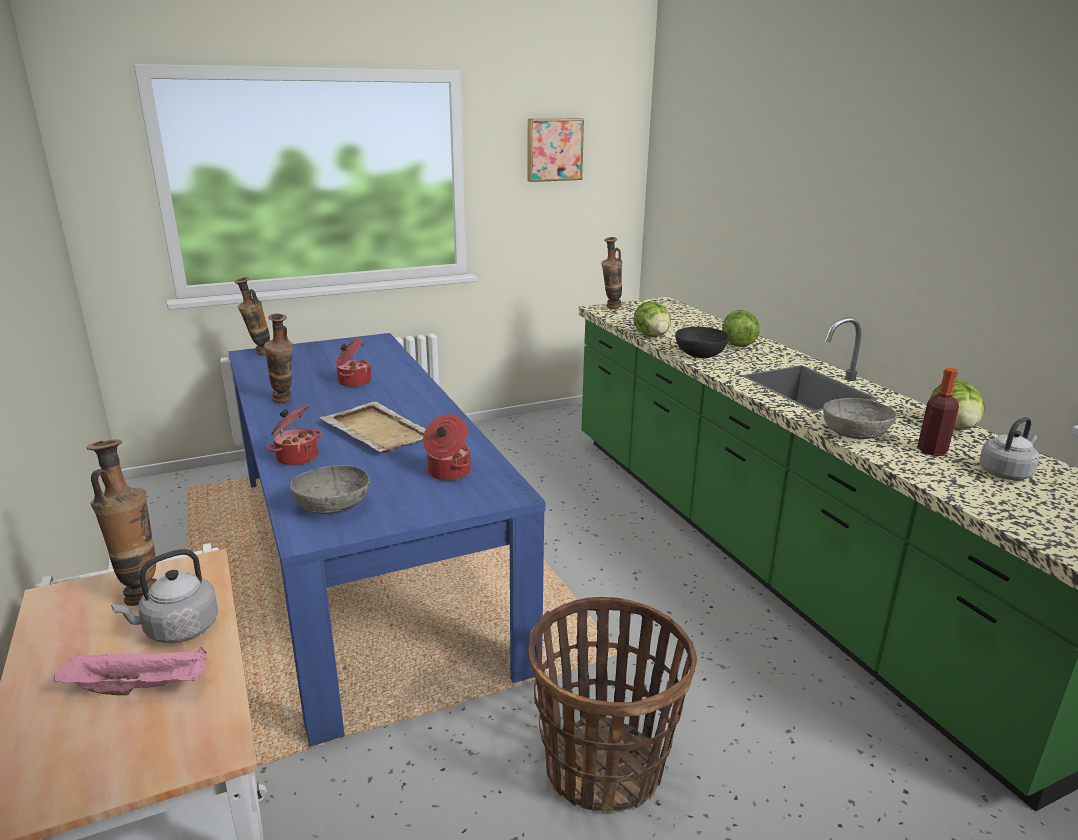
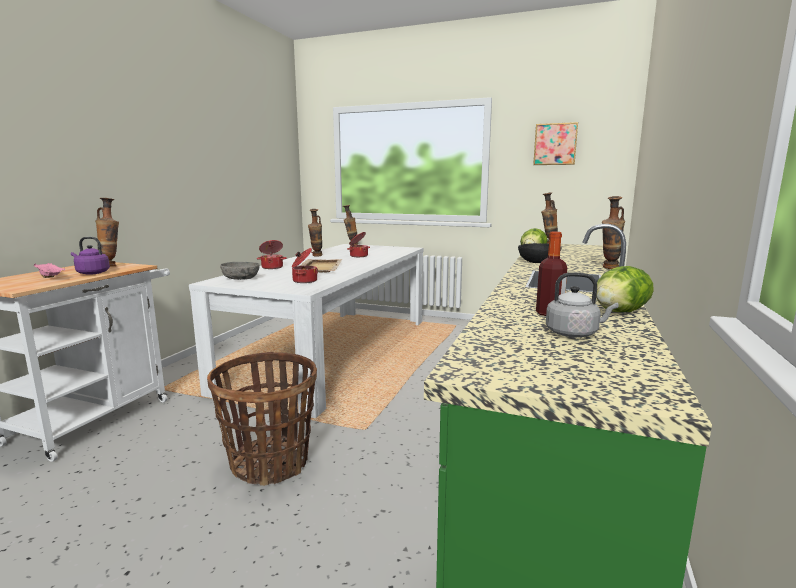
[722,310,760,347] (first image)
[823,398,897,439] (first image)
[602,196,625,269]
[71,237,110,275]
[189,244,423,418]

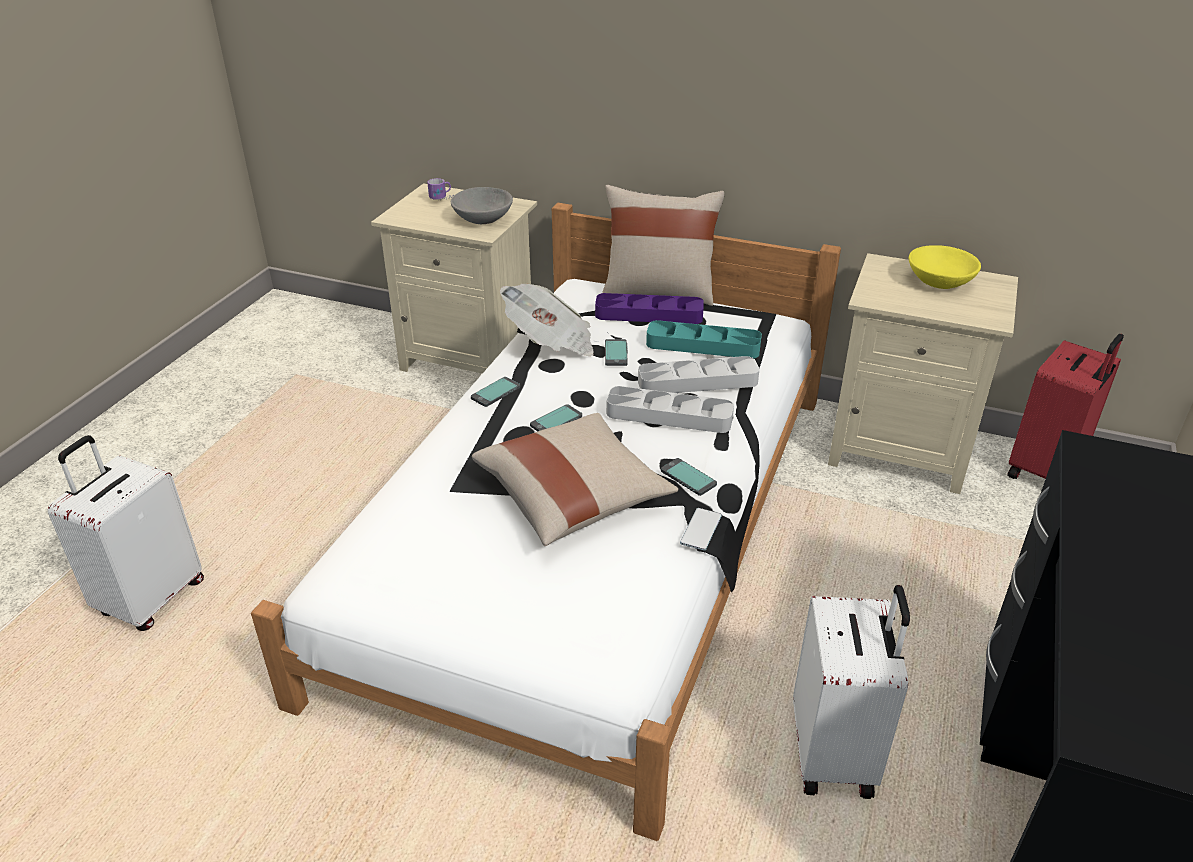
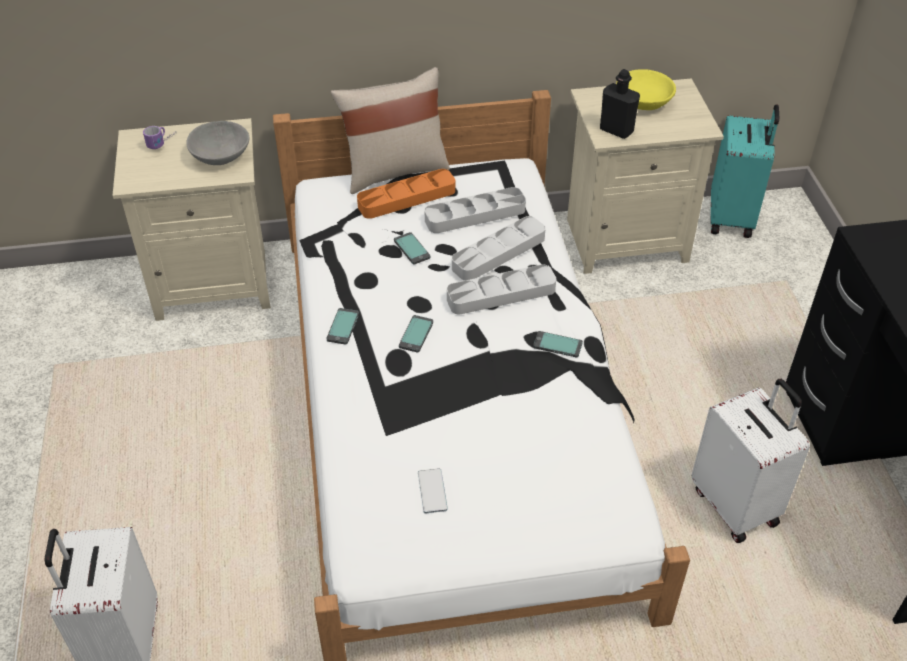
[472,413,678,546] (first image)
[500,284,594,356] (first image)
[600,69,640,139]
[418,468,448,513]
[357,169,455,219]
[425,187,526,233]
[711,104,779,238]

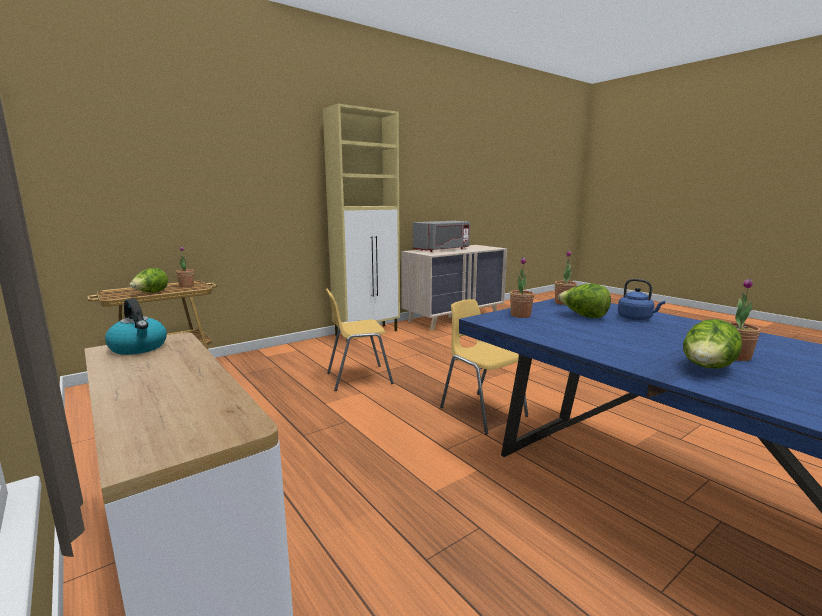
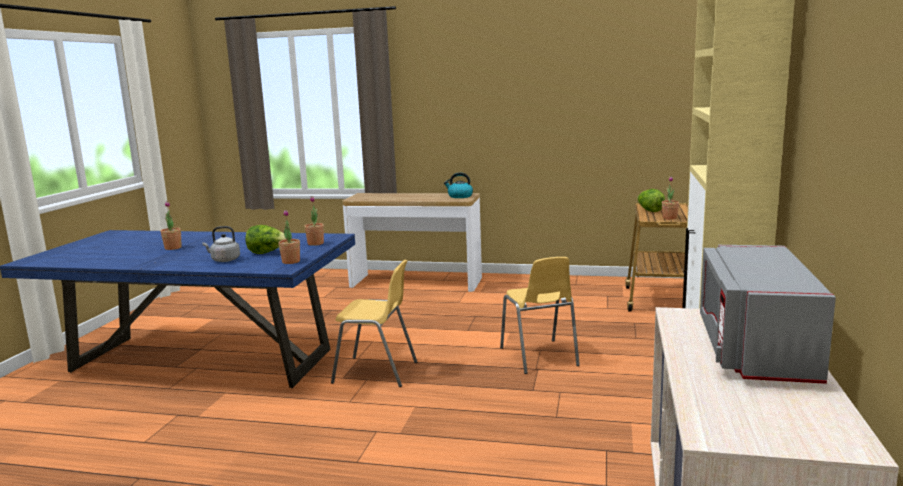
[683,319,742,368] (first image)
[202,226,240,262]
[500,257,580,374]

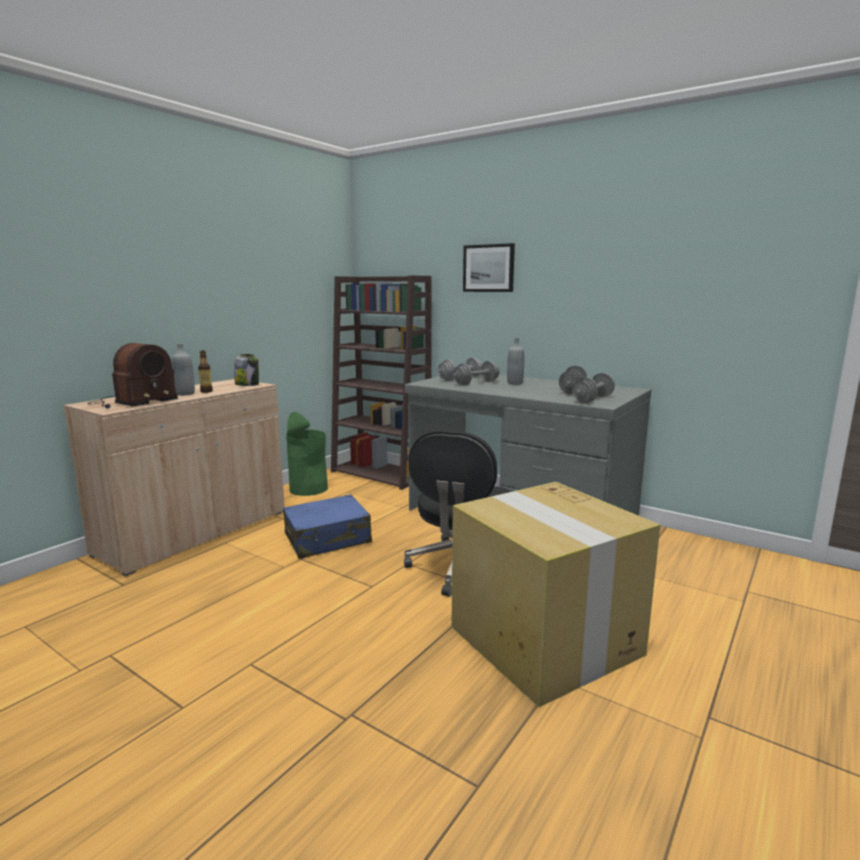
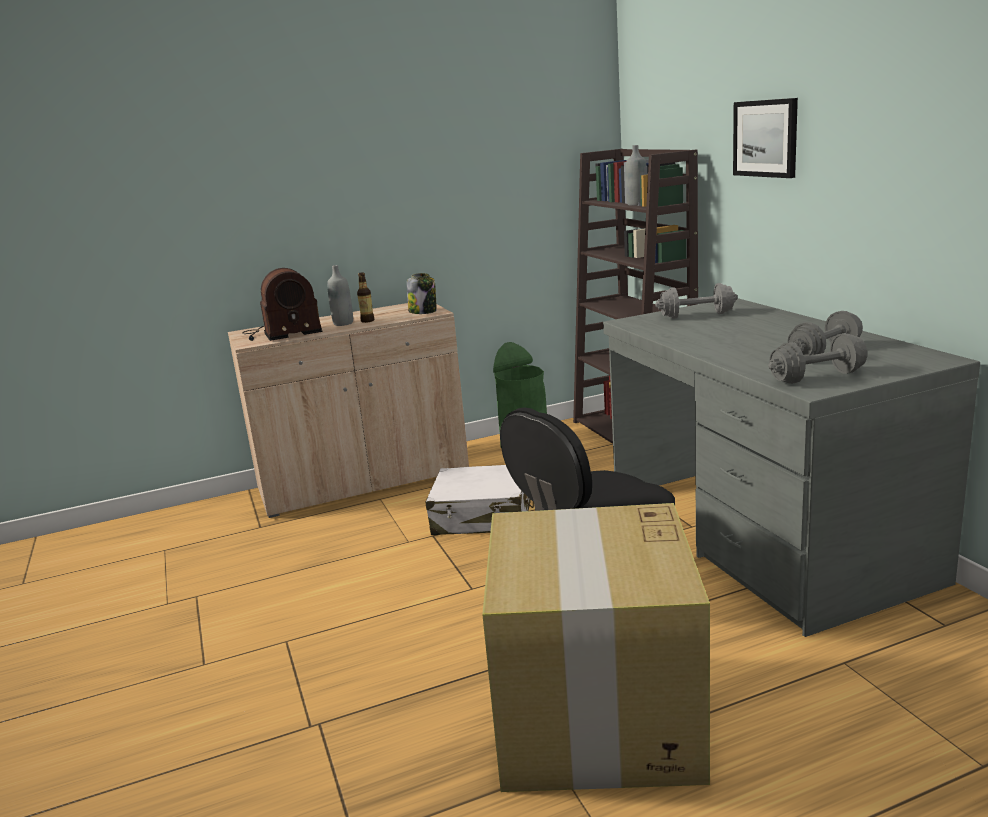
[453,361,499,385] (first image)
[625,145,647,206]
[426,465,534,535]

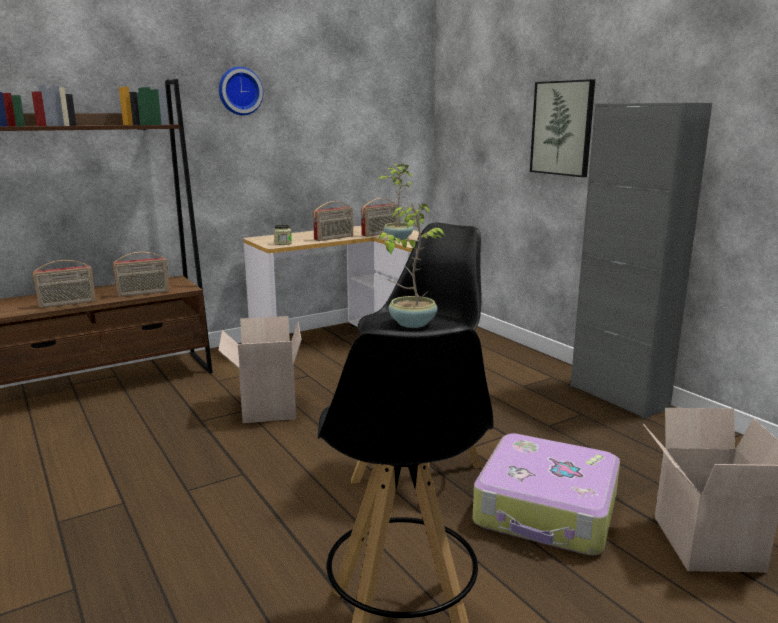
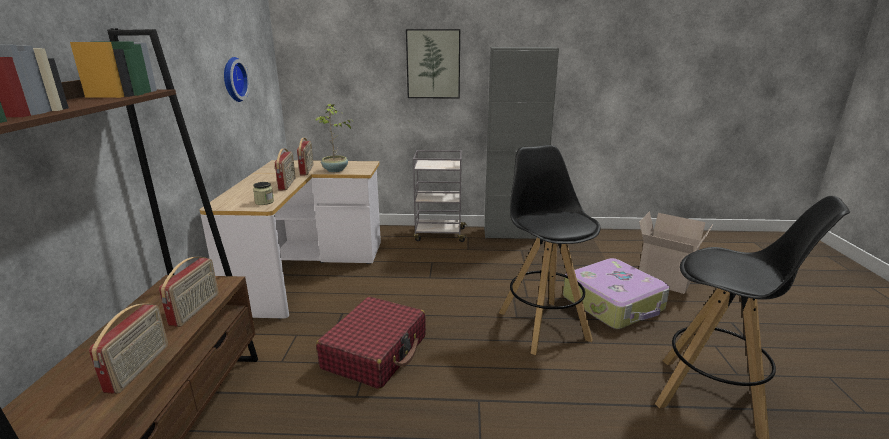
[379,202,445,328] (first image)
[413,150,467,242]
[224,57,250,102]
[316,297,426,389]

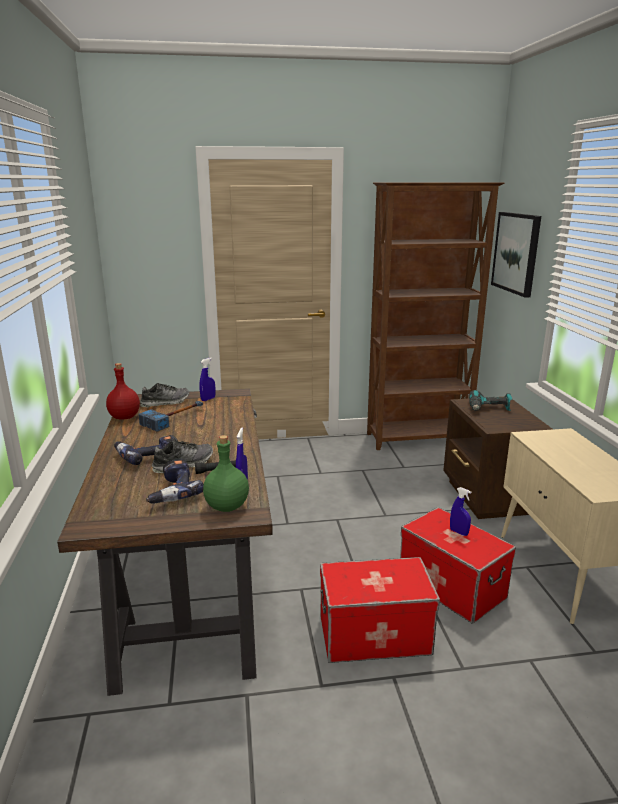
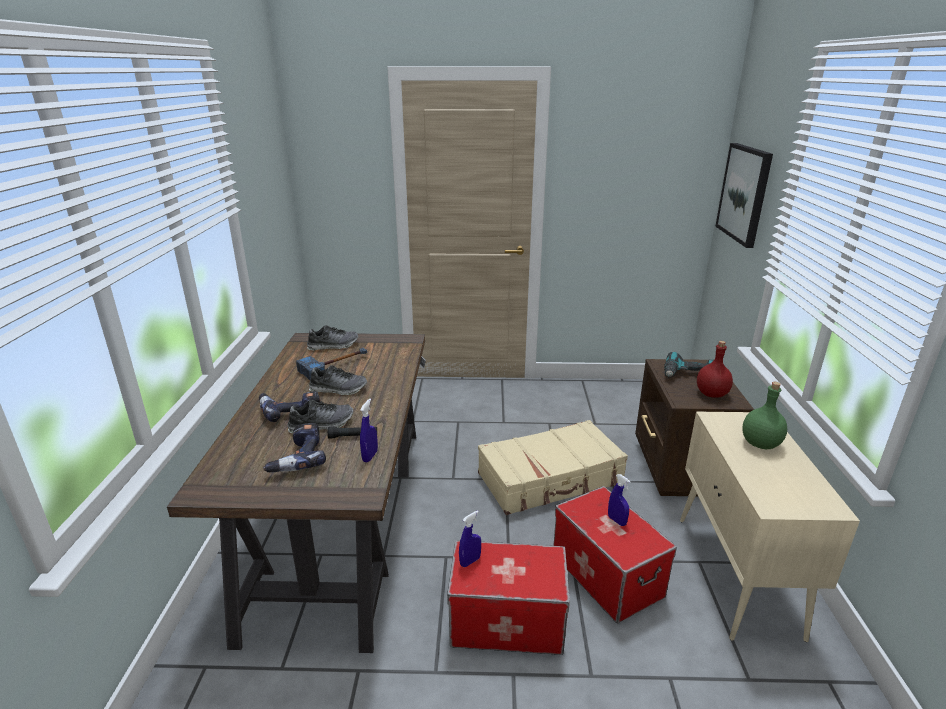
[367,182,504,450] (first image)
[309,365,367,395]
[478,420,628,515]
[697,341,733,398]
[459,510,481,567]
[742,382,787,449]

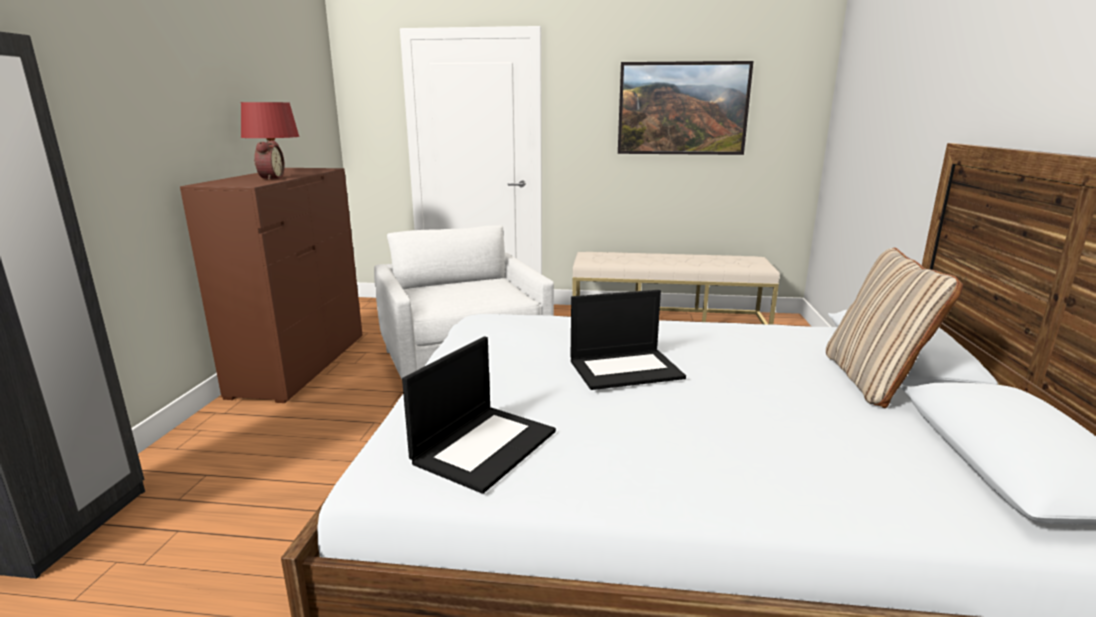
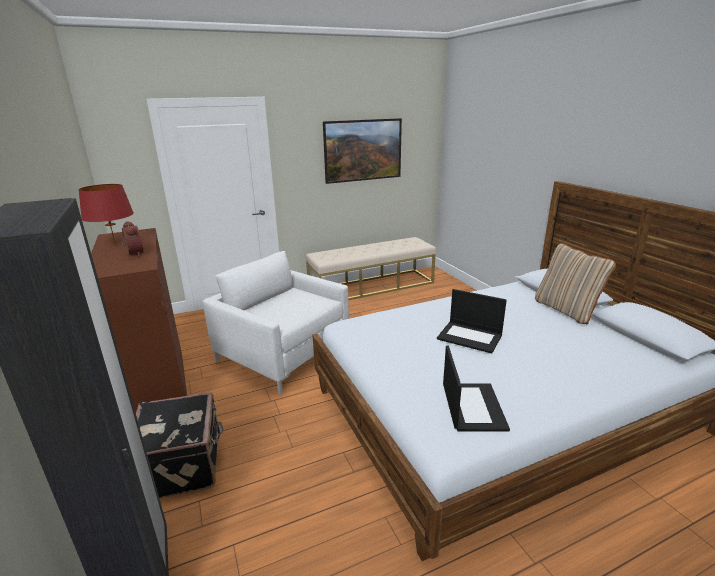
[136,392,224,498]
[437,289,507,354]

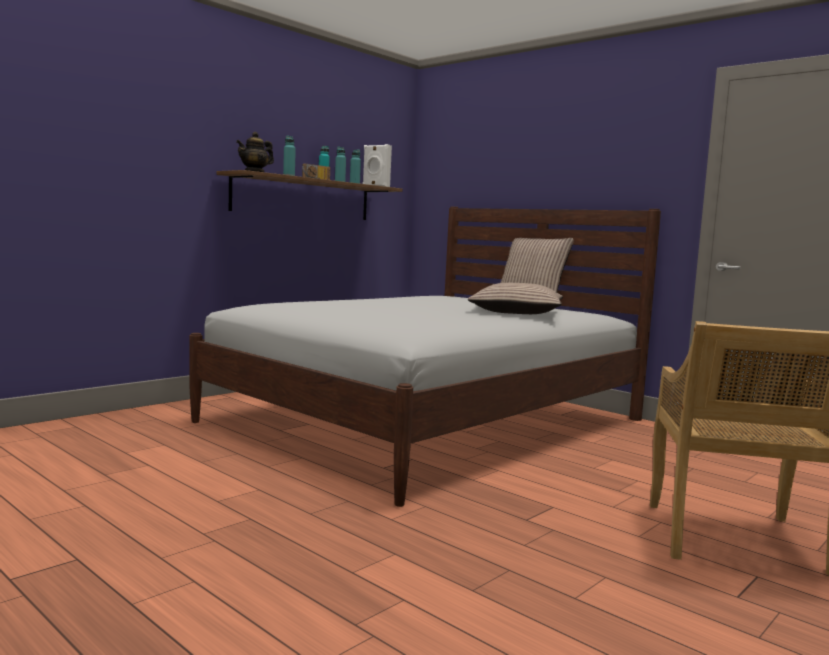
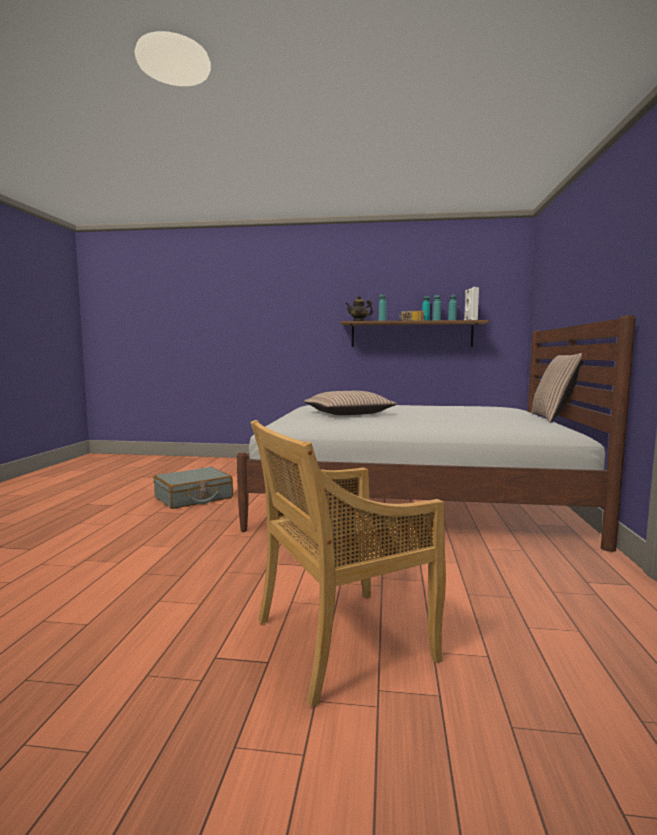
[153,467,233,509]
[304,391,397,415]

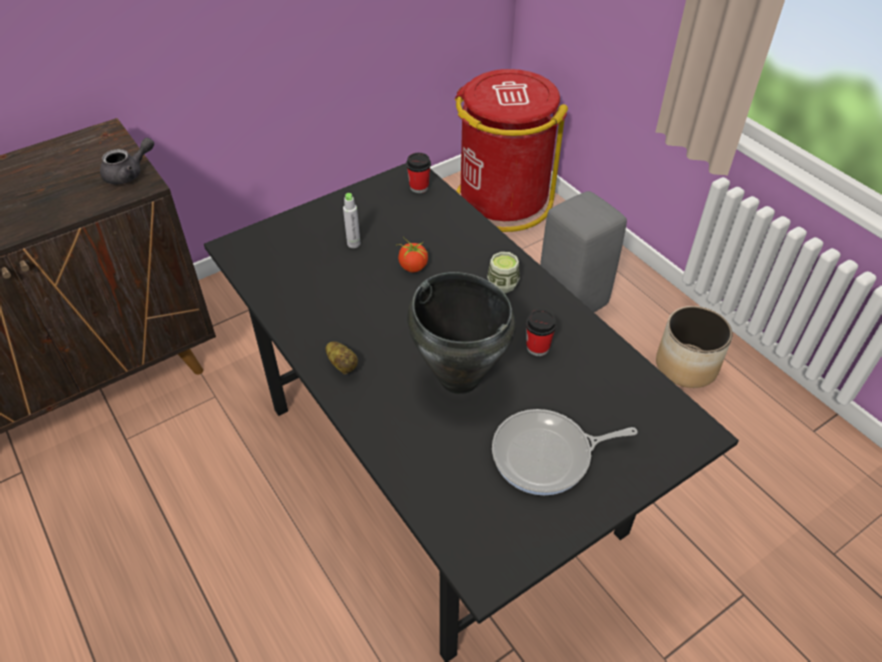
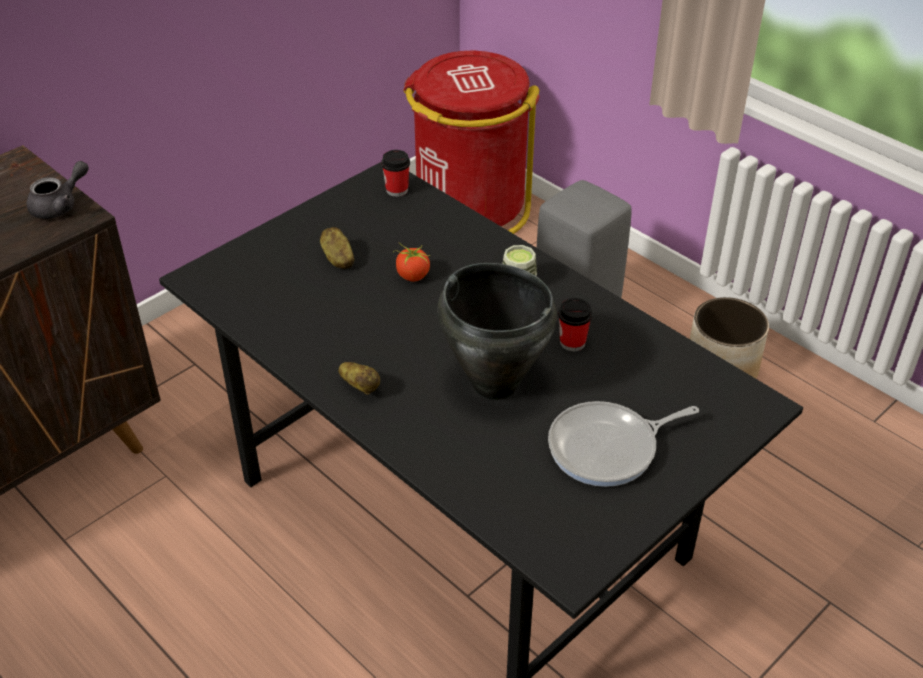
[320,227,354,269]

